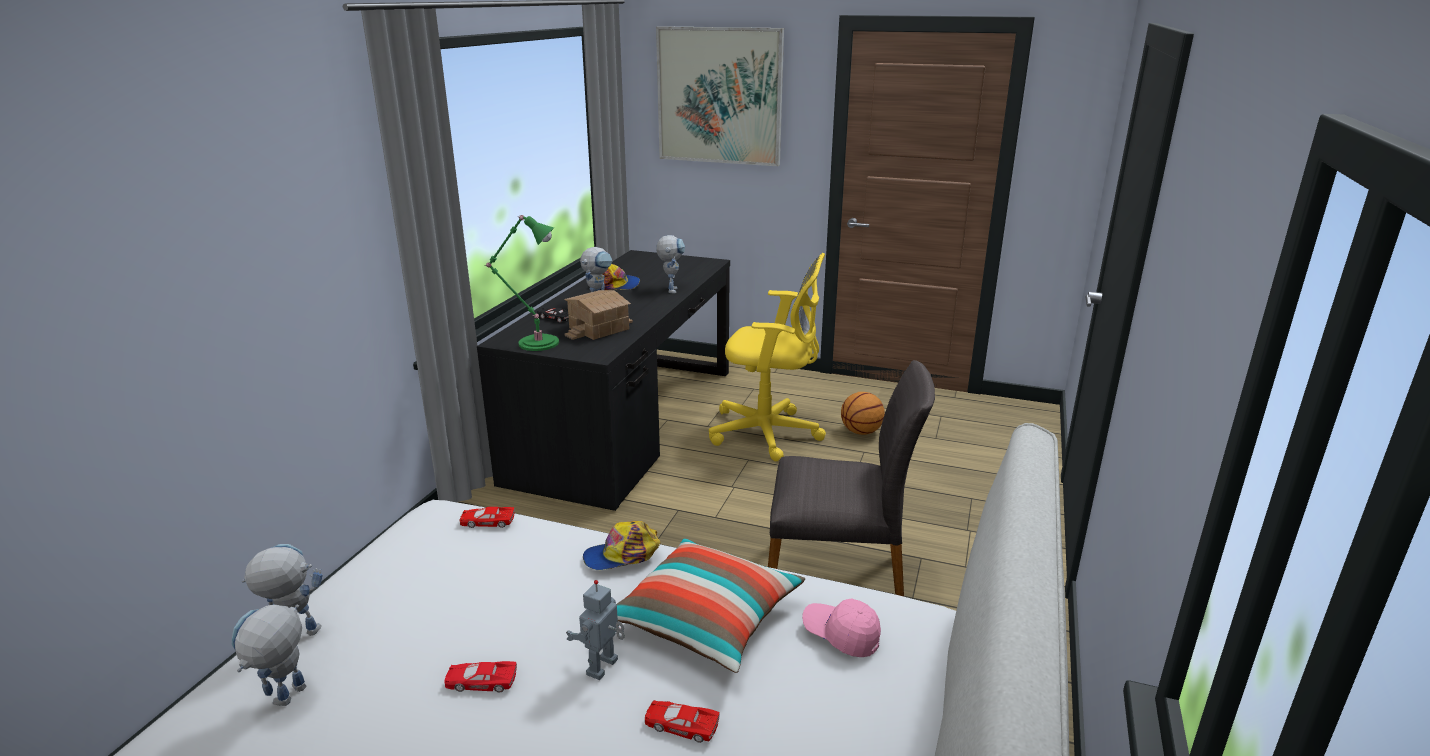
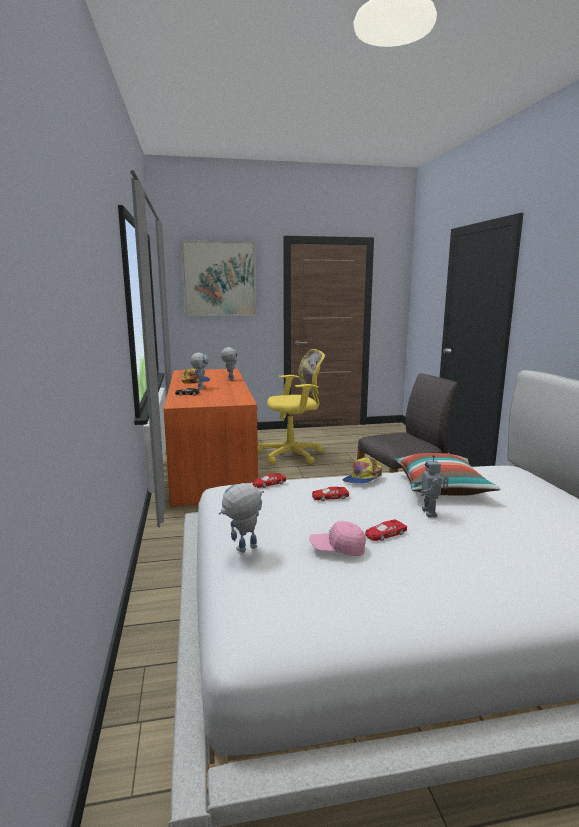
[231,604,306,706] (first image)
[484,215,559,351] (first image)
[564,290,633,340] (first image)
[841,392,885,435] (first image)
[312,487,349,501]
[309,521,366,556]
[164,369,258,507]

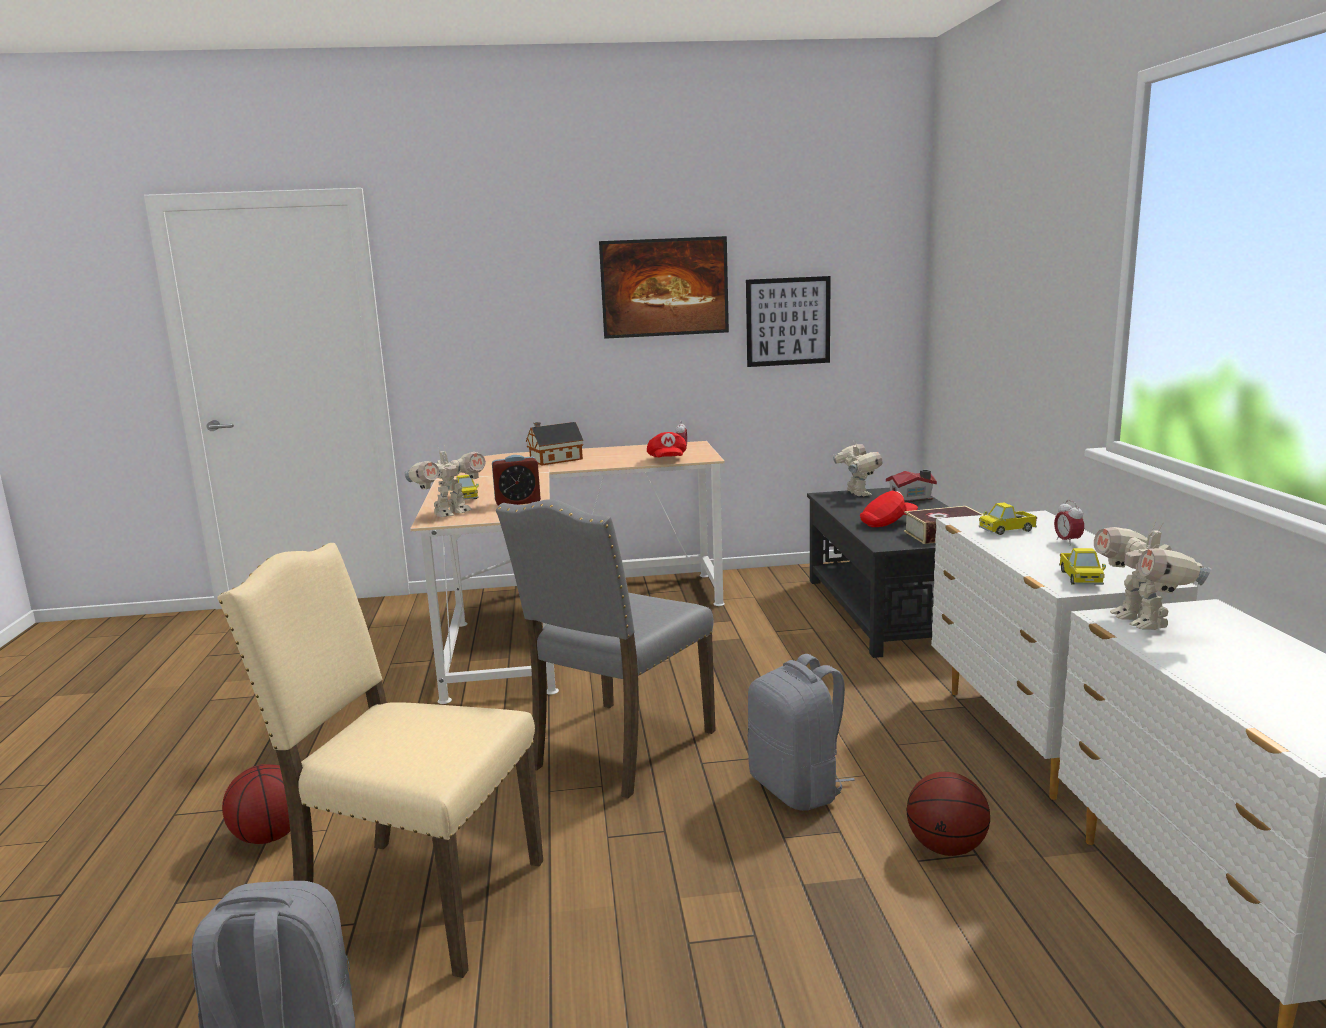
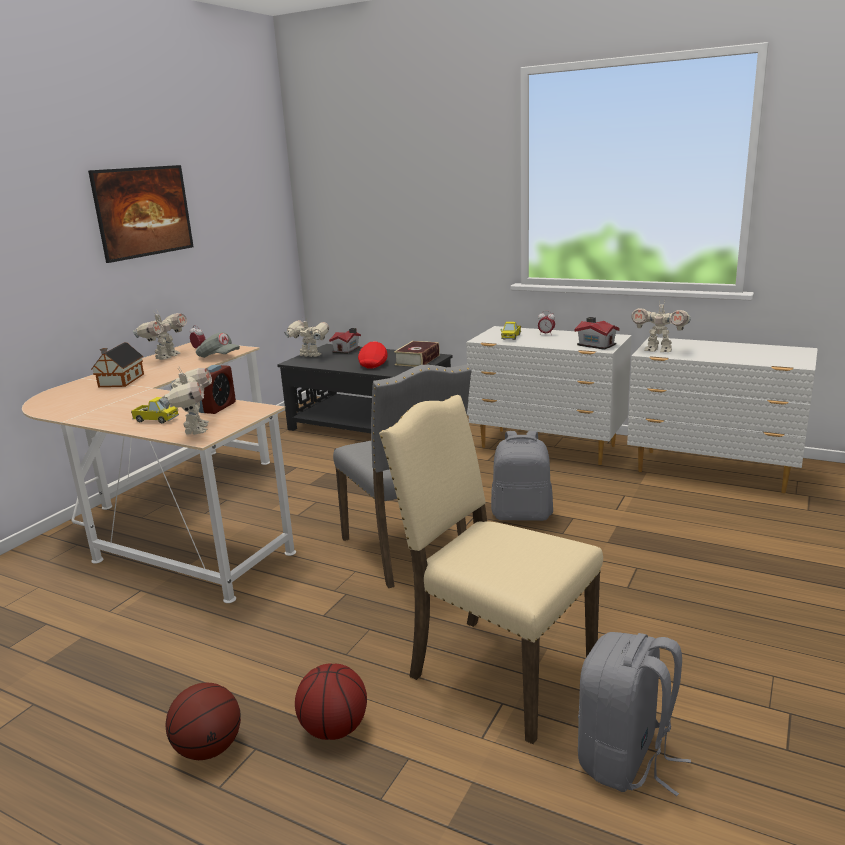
[746,276,831,367] (first image)
[133,311,187,360]
[165,683,241,760]
[575,317,620,350]
[196,332,240,358]
[379,395,603,744]

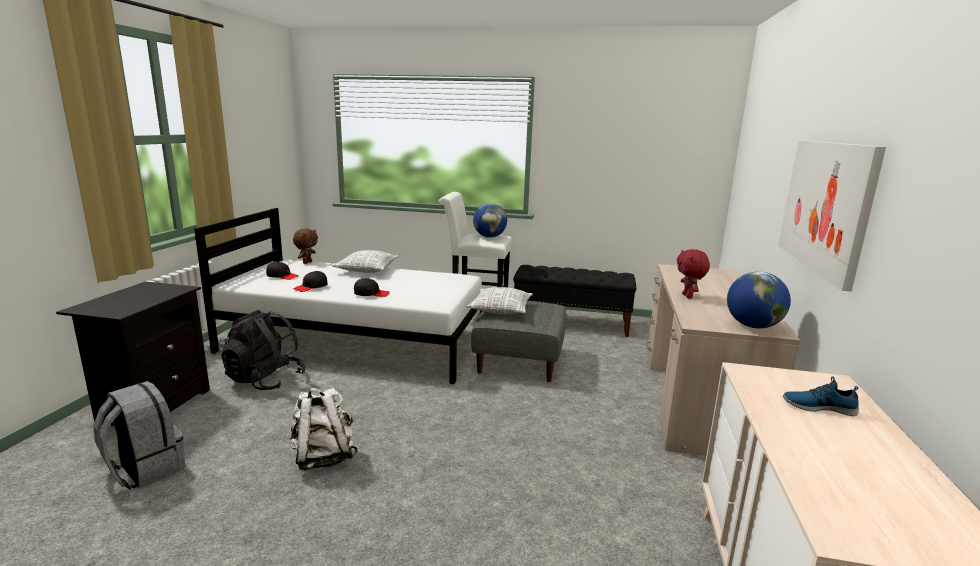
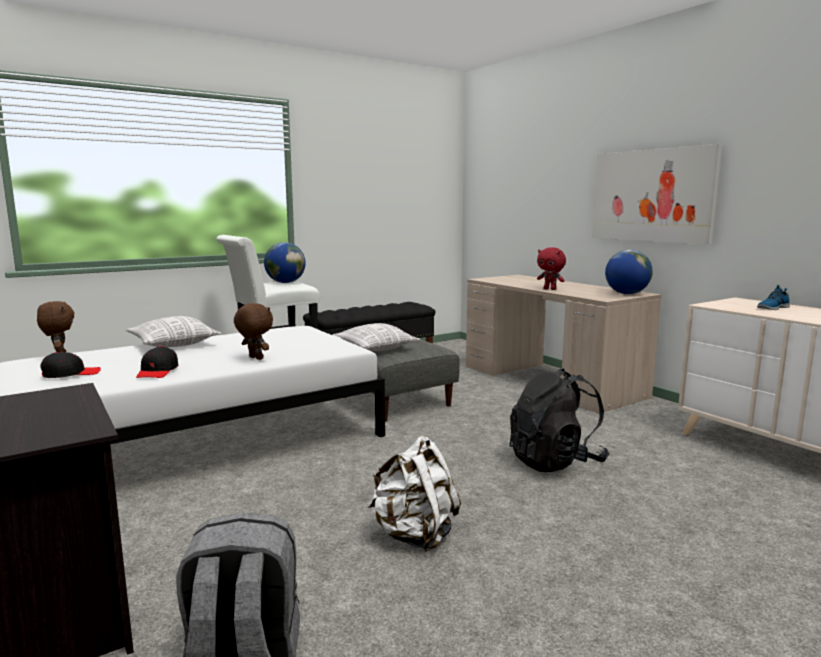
[509,368,609,472]
[234,303,273,360]

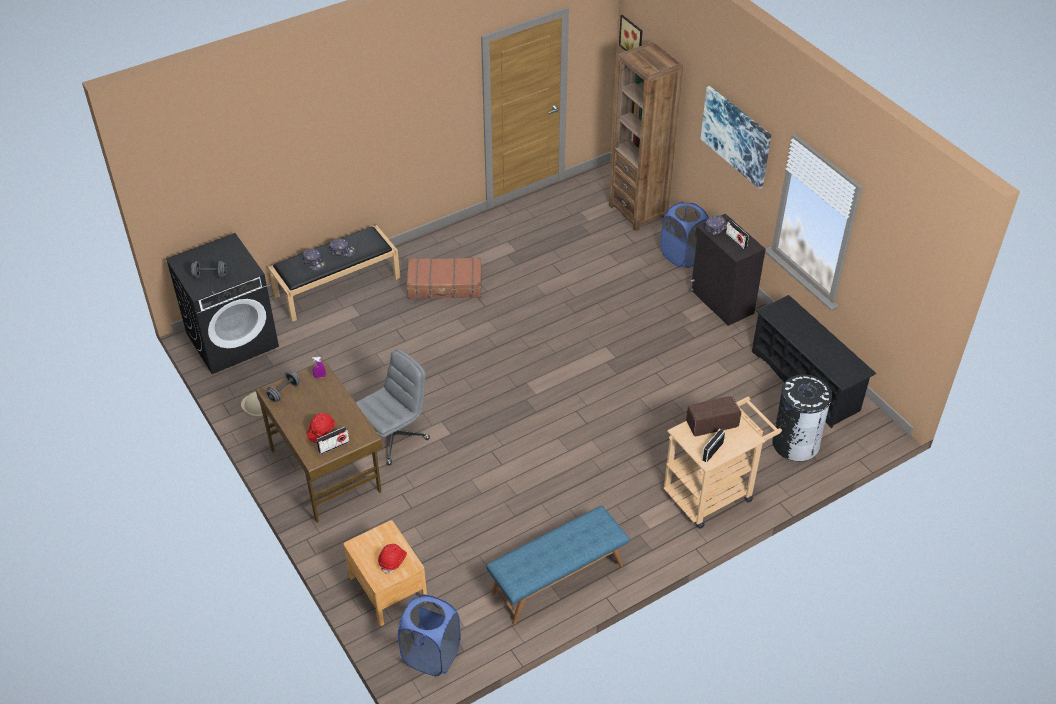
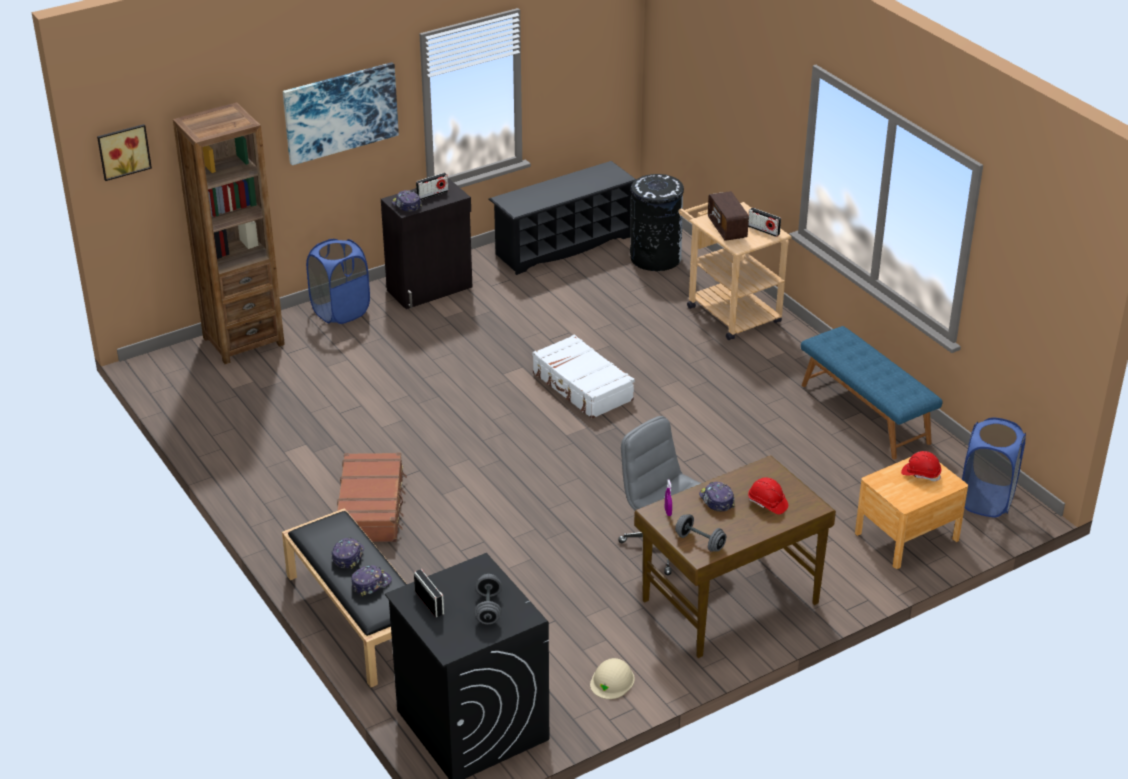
[533,334,635,419]
[699,482,735,511]
[414,569,444,617]

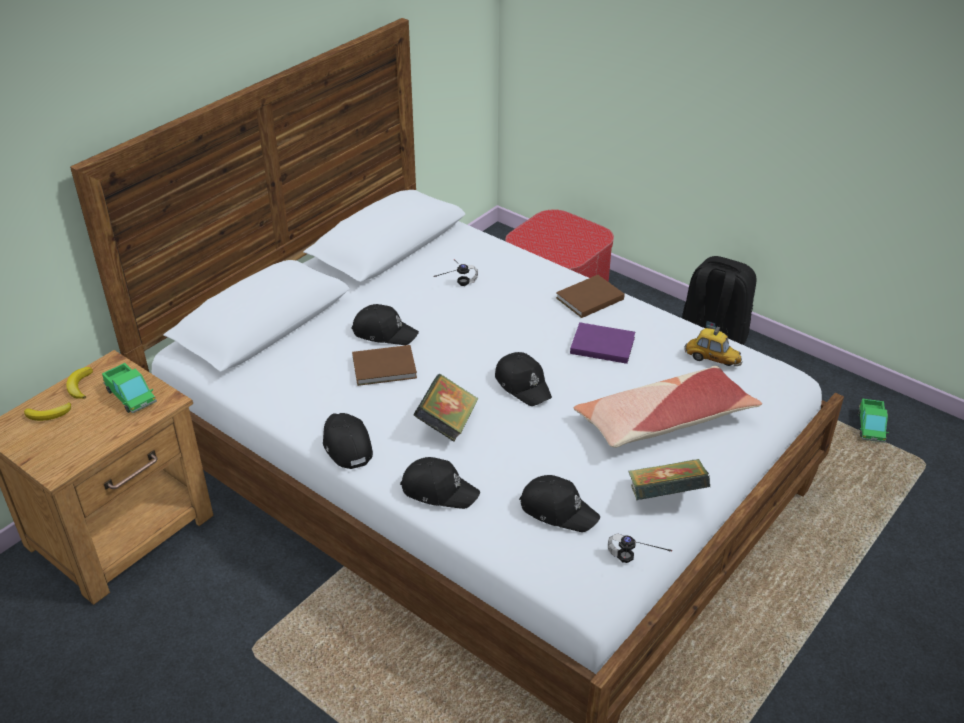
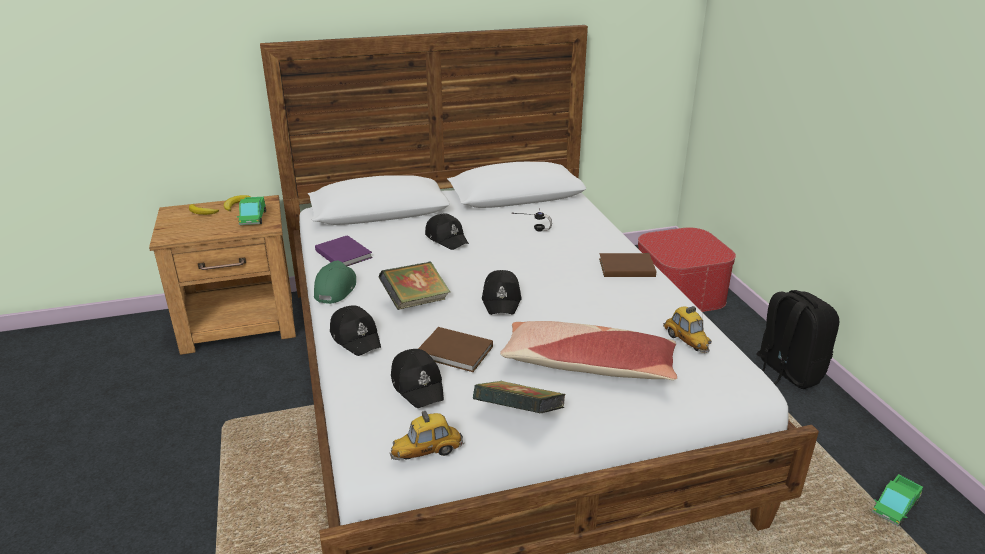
[418,327,493,372]
[315,235,373,267]
[390,411,464,460]
[314,260,356,304]

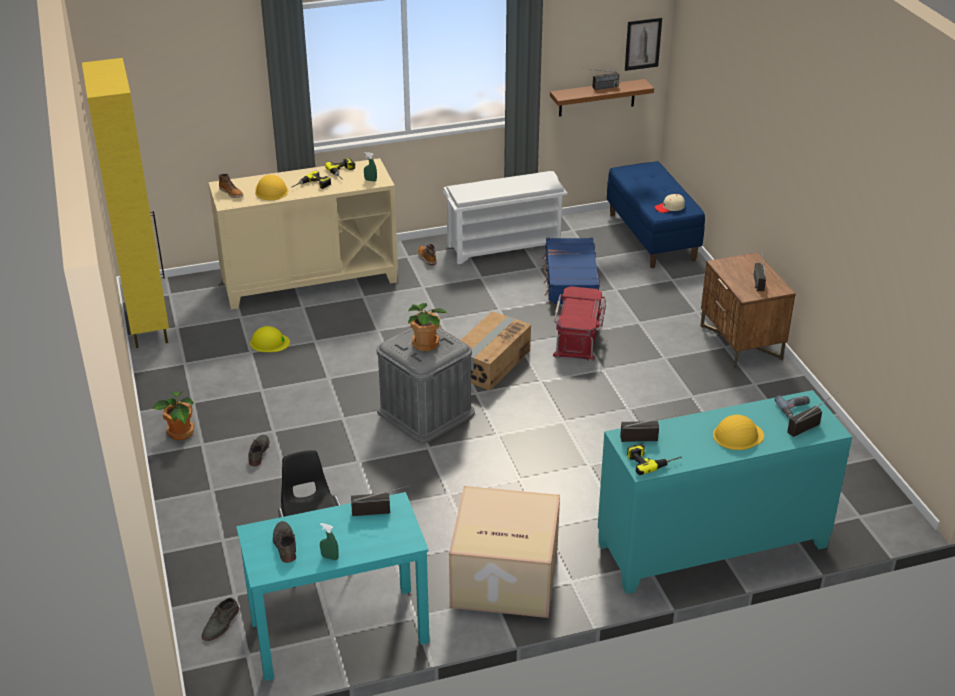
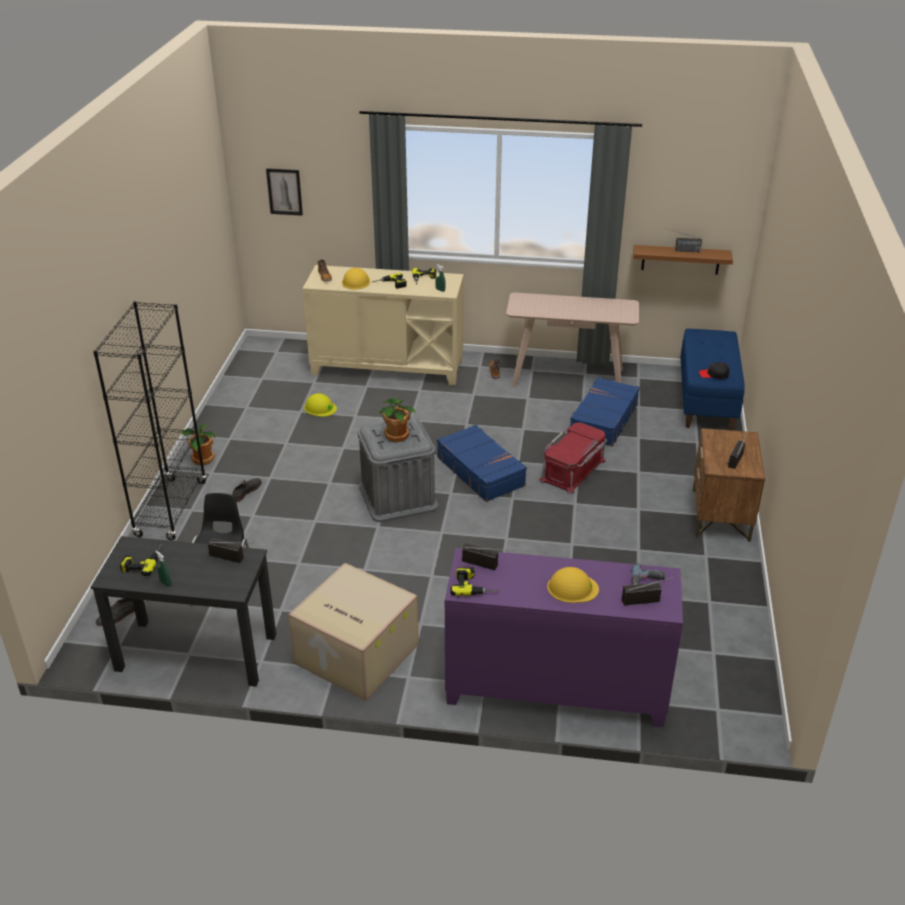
[82,58,169,348] (first image)
[93,301,207,540]
[266,168,303,216]
[120,544,162,577]
[506,293,639,386]
[437,425,527,502]
[91,536,276,687]
[445,548,683,727]
[699,362,730,379]

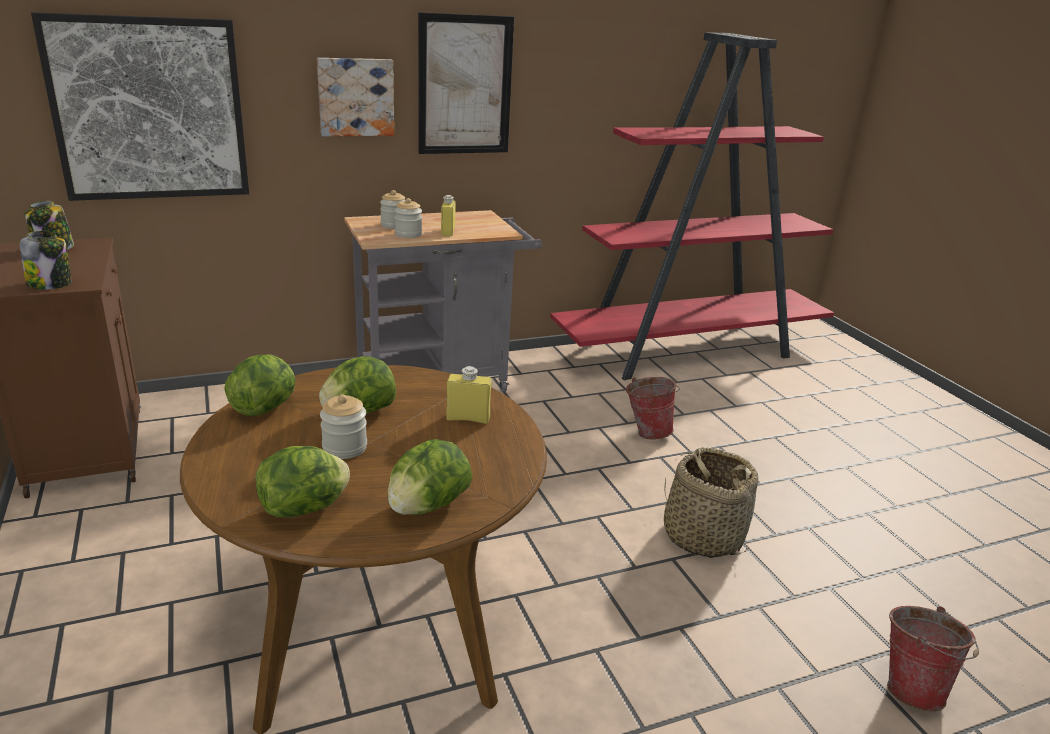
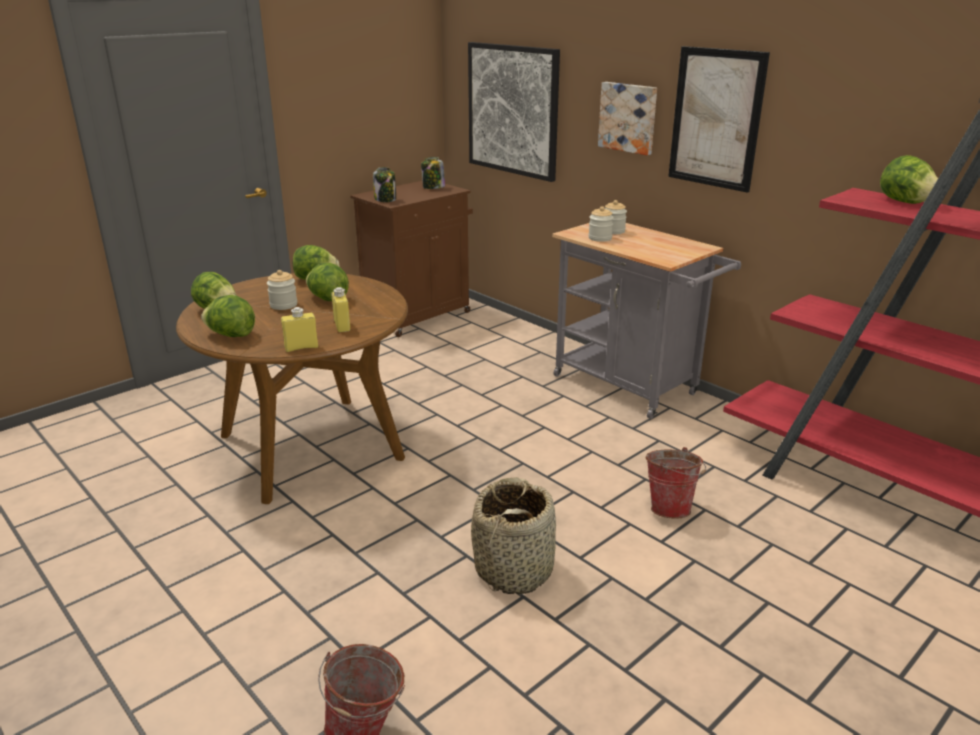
[880,155,938,204]
[281,307,318,352]

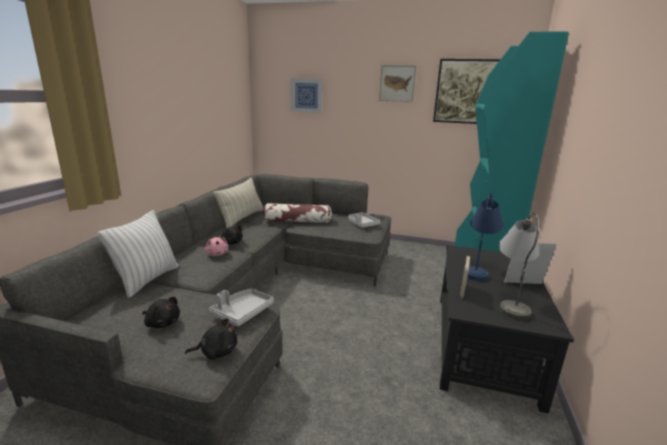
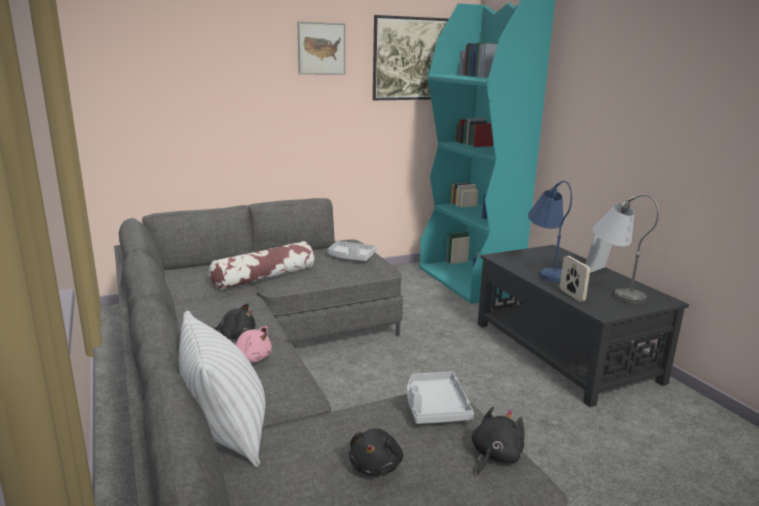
[213,177,263,229] (first image)
[291,78,322,113] (first image)
[350,428,403,476]

